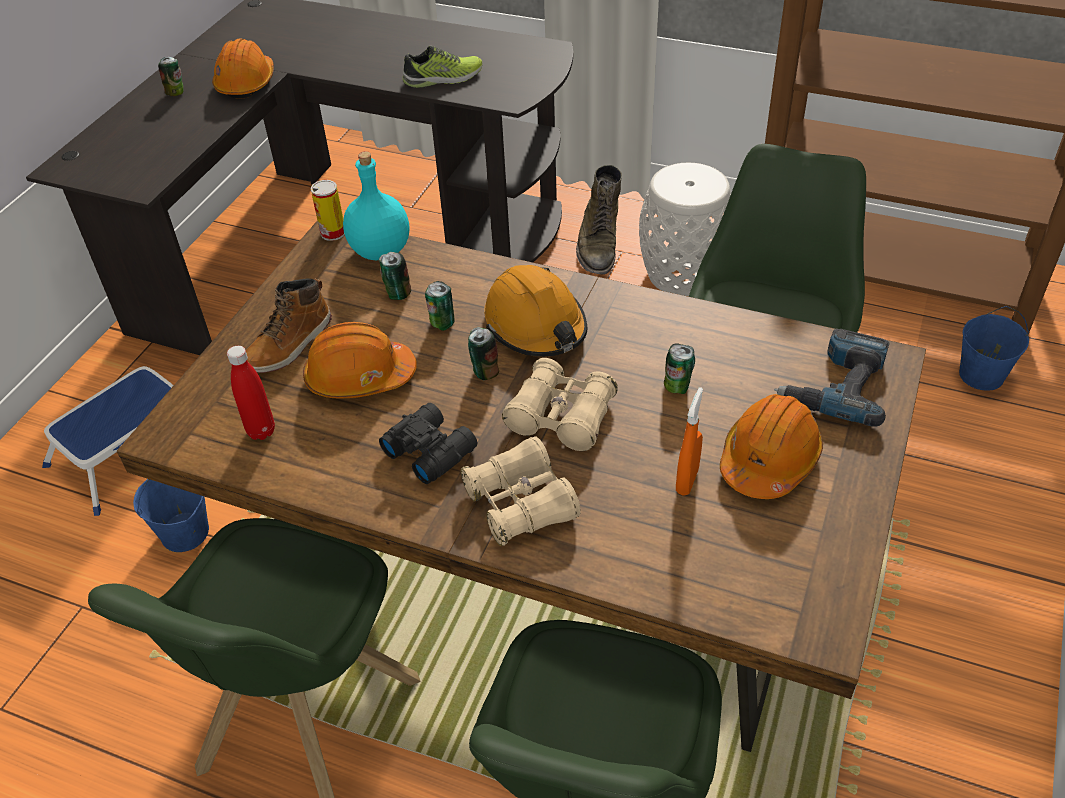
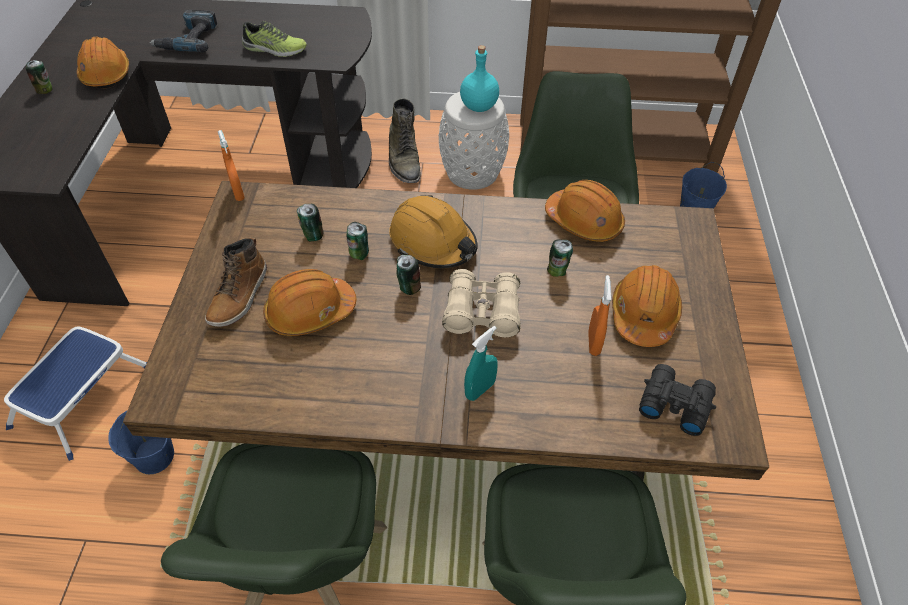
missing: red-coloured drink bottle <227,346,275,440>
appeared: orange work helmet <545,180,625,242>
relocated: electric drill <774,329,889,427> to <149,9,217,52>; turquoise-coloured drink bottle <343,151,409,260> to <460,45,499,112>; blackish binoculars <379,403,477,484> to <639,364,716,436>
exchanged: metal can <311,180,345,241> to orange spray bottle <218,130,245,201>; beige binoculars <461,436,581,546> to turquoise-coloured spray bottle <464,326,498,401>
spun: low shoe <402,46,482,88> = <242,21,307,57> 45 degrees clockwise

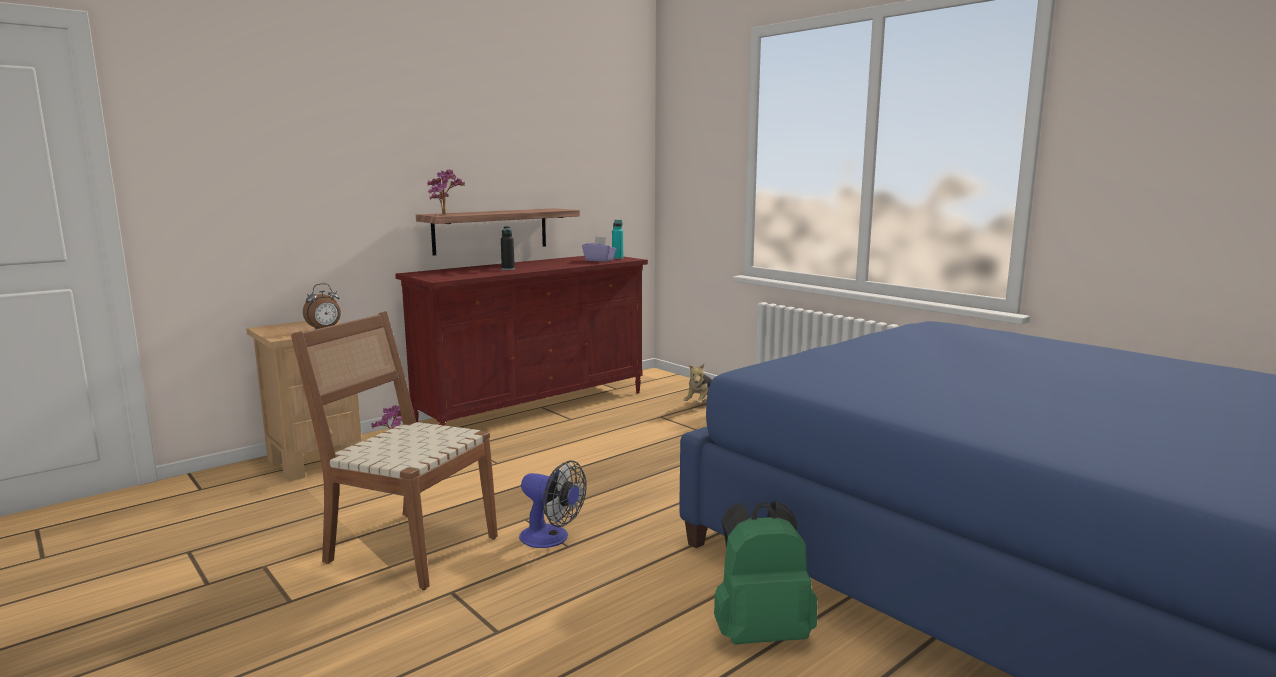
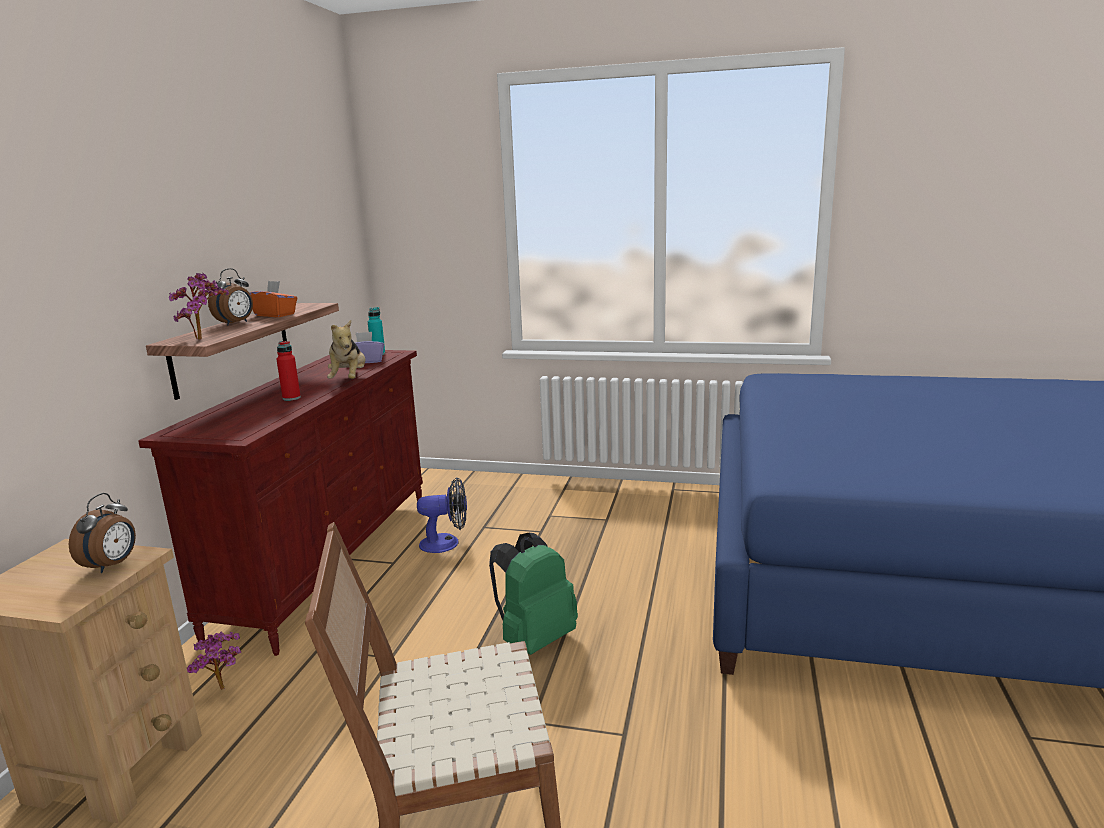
appeared: table clock <208,268,253,325>; orange box of tissues <250,281,297,317>
relocated: soft toy <683,364,712,404> to <327,320,365,379>; electric fan <519,460,587,548> to <417,478,467,553>; green-coloured knapsack <714,501,818,645> to <489,533,578,655>
colour: blackish drink bottle <501,226,515,270> to red-coloured drink bottle <276,341,301,401>

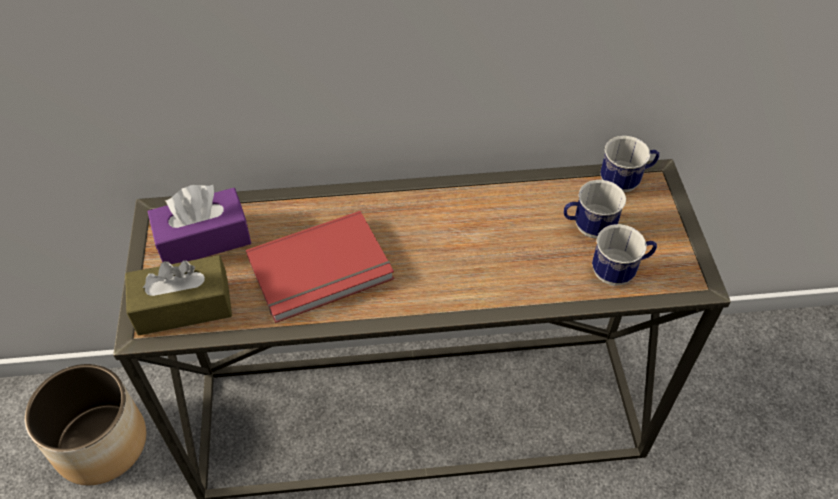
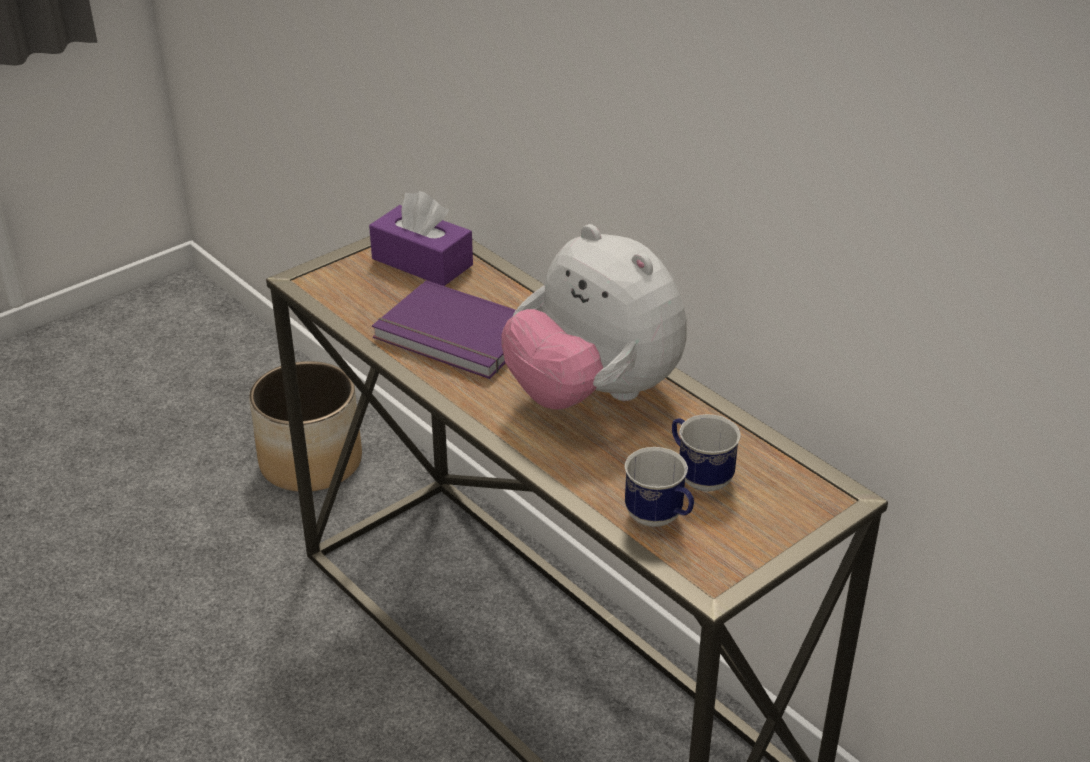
missing: brown box of tissues <125,255,232,335>; tea mug <600,136,659,192>
appeared: soft toy <502,224,687,410>
colour: red-coloured book <246,211,394,323> to purplish book <372,280,516,379>

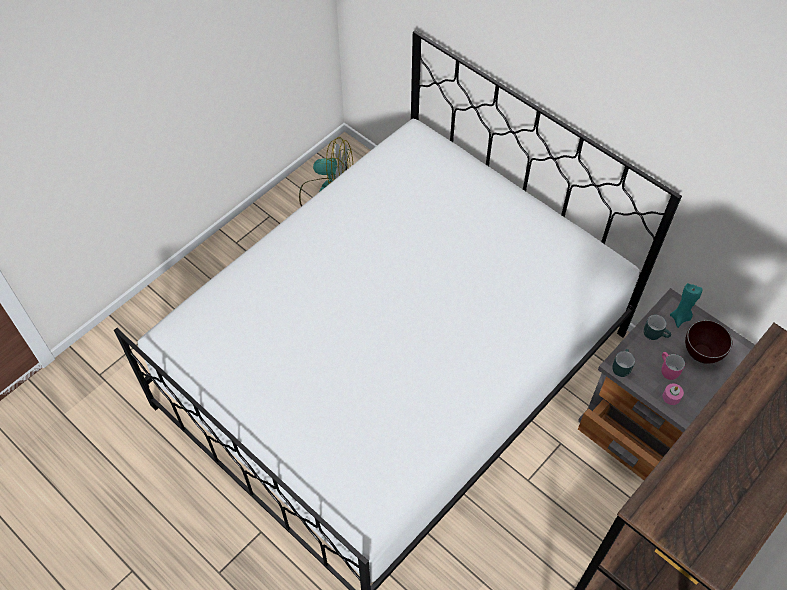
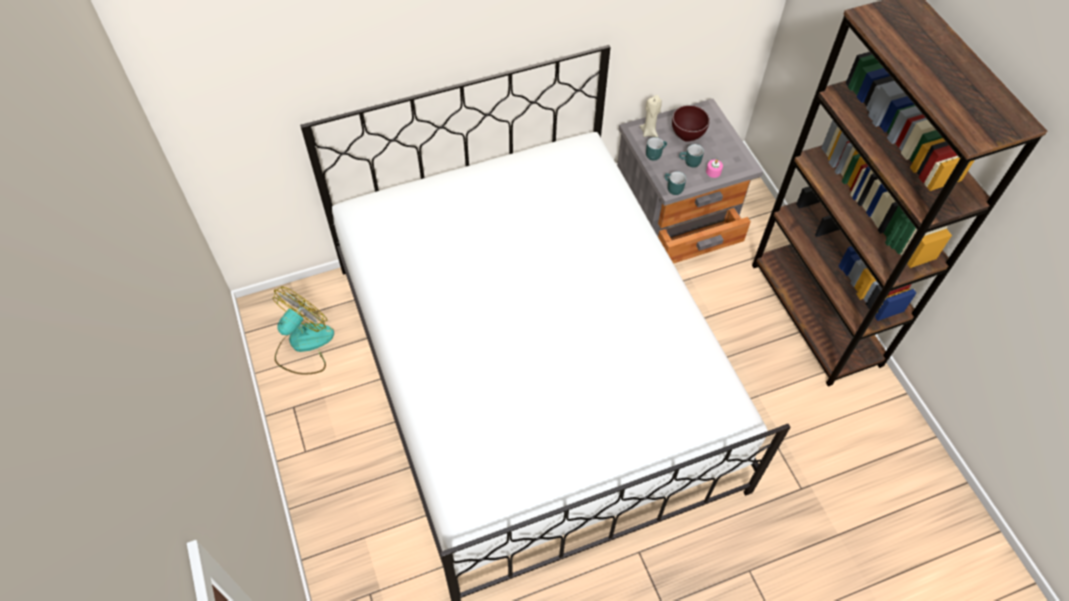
colour: turquoise-coloured wax candle <670,283,702,328> to beige wax candle <639,95,662,138>; pinkish tea mug <661,352,685,380> to turquoise-coloured tea mug <679,144,704,167>

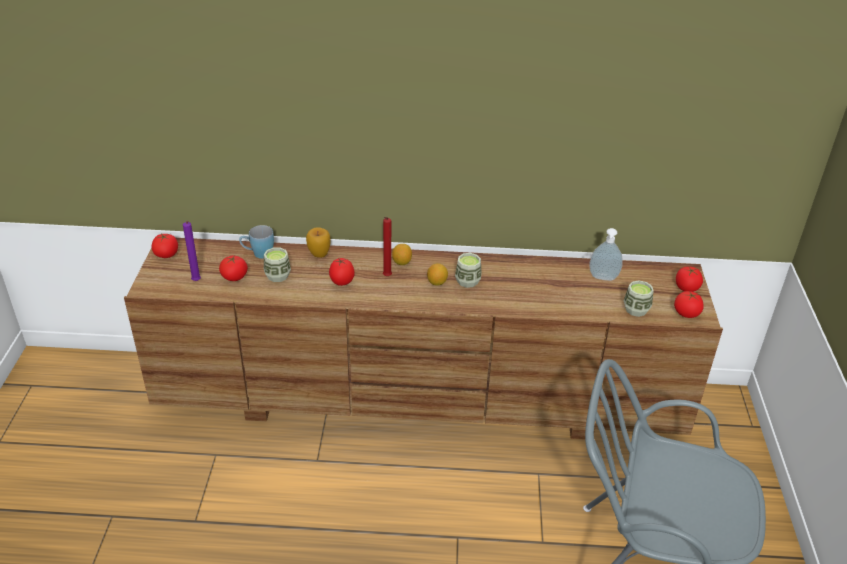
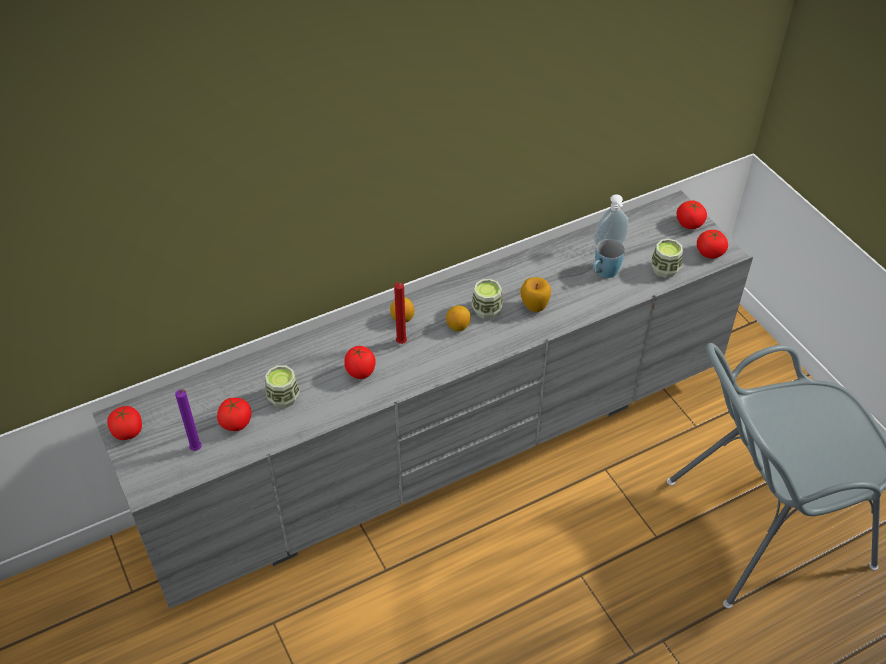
relocated: apple <306,227,331,258> to <521,277,551,312>; blue-coloured tea mug <239,225,274,259> to <593,239,625,278>
colour: brown cabinet <124,238,723,439> to greyish cabinet <92,190,753,609>

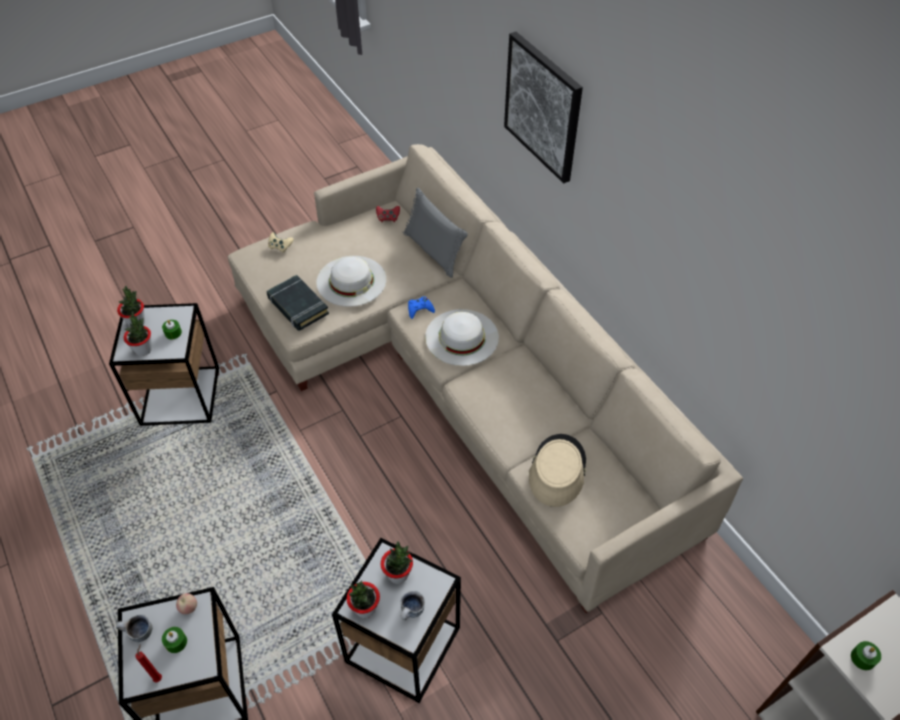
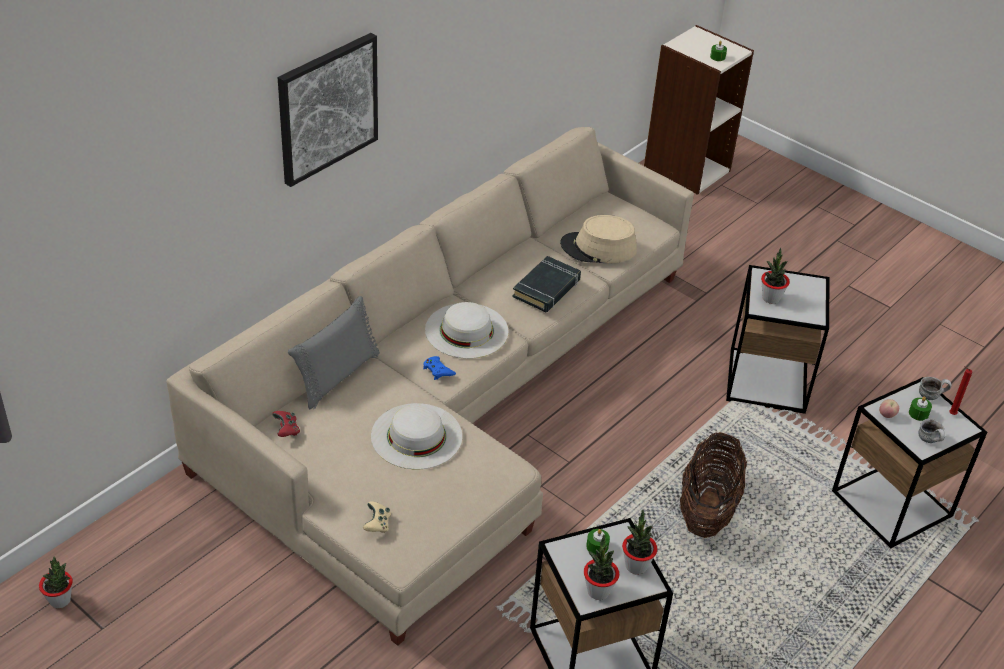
appeared: storage basket <680,432,747,538>
relocated: plant in a pot <347,581,380,618> to <39,557,73,608>; blackish book <267,275,329,331> to <513,256,581,312>; tea mug <400,591,425,620> to <919,377,951,400>

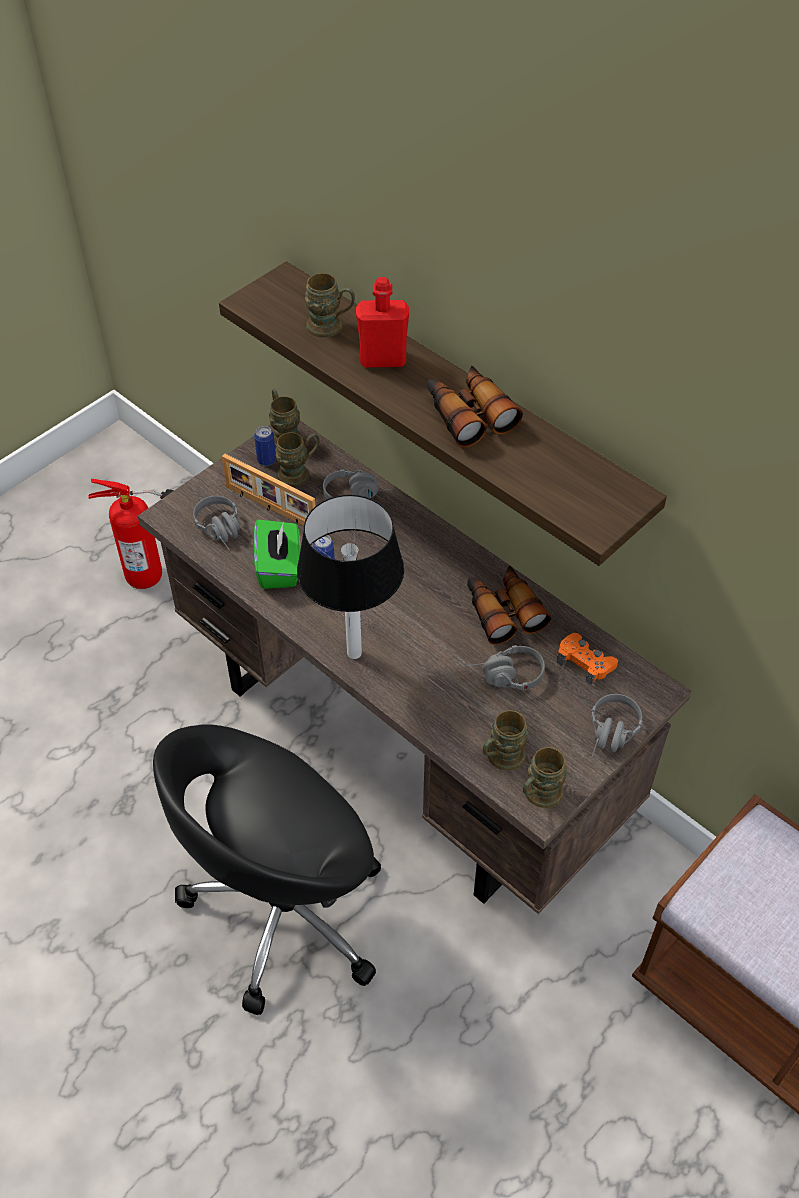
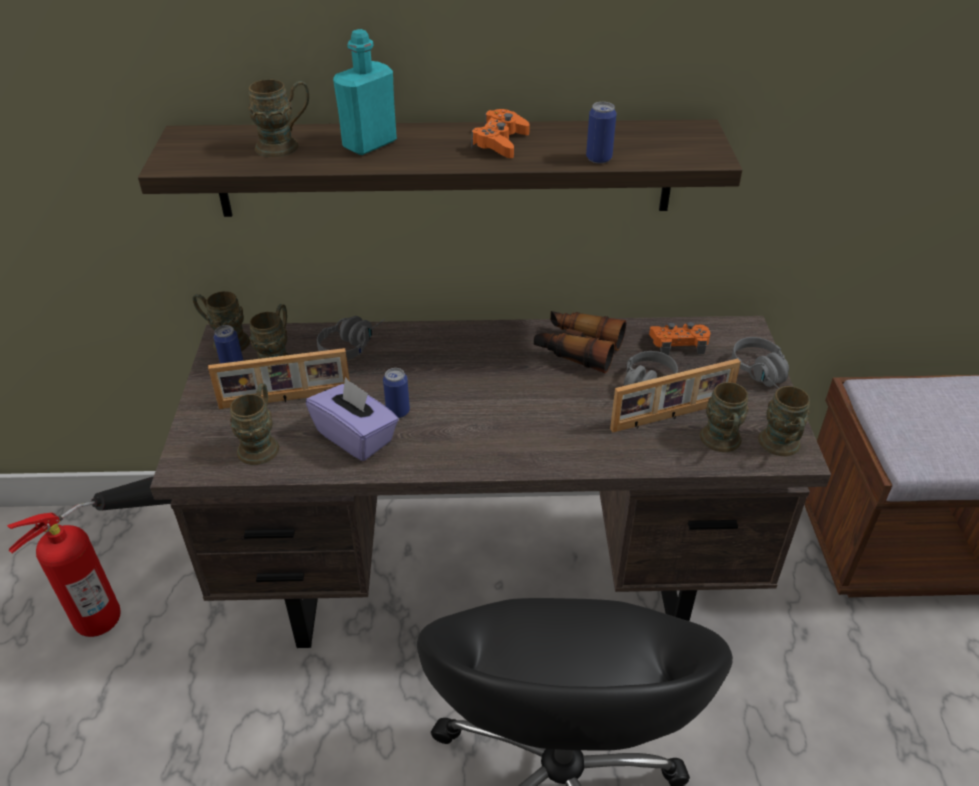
missing: lamp for a table <297,495,404,659>
appeared: metal can <586,102,616,163>; picture frame <610,359,741,432>
exchanged: greyish headphones <193,496,240,550> to brown tea mug <230,383,279,465>; binoculars <427,366,523,447> to orange gamepad <471,109,530,158>
colour: green-coloured box of tissues <254,519,301,589> to purplish box of tissues <306,377,399,461>; red-coloured drink bottle <356,277,409,368> to turquoise-coloured drink bottle <333,29,397,155>

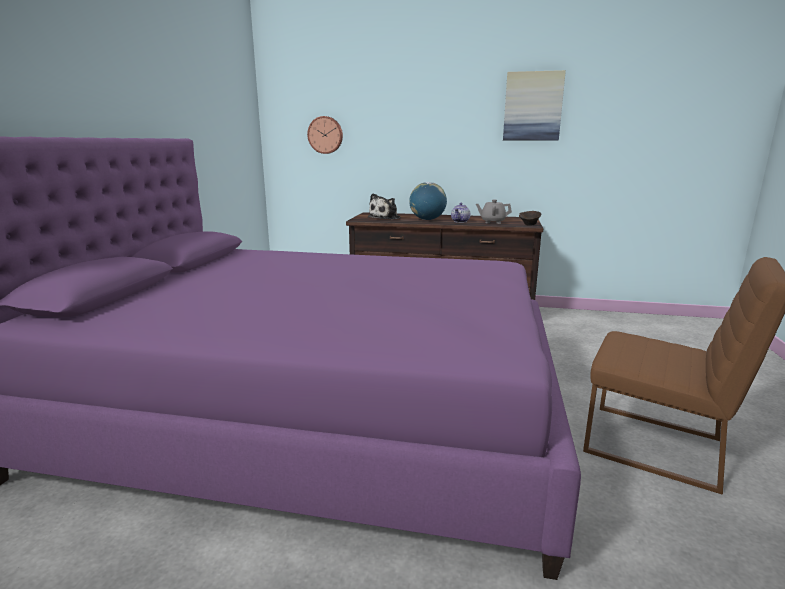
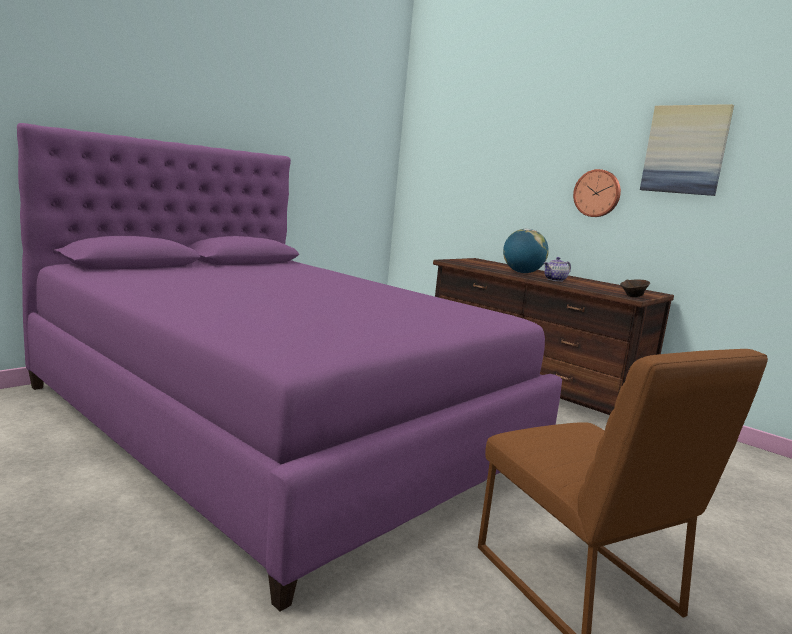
missing: soft toy <368,193,400,220>; greyish tea pot <476,200,512,224>
relocated: hanging clock <307,116,343,154> to <573,169,621,217>

